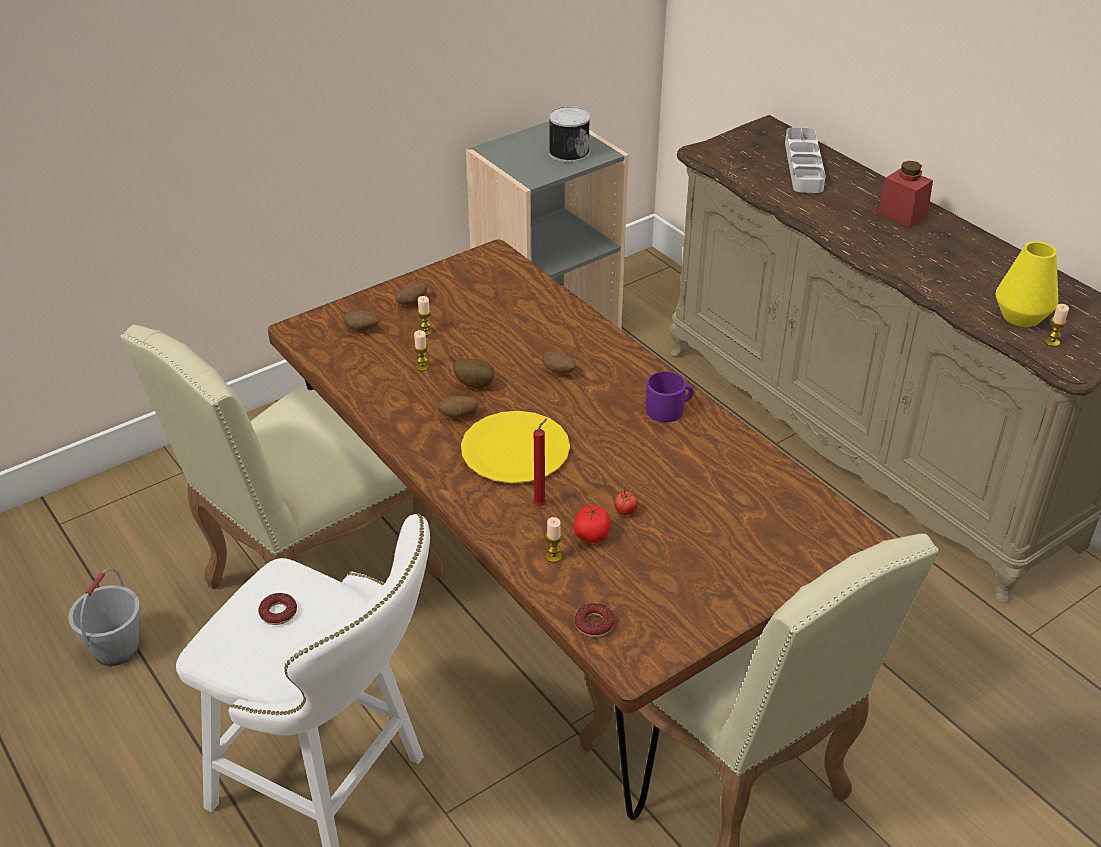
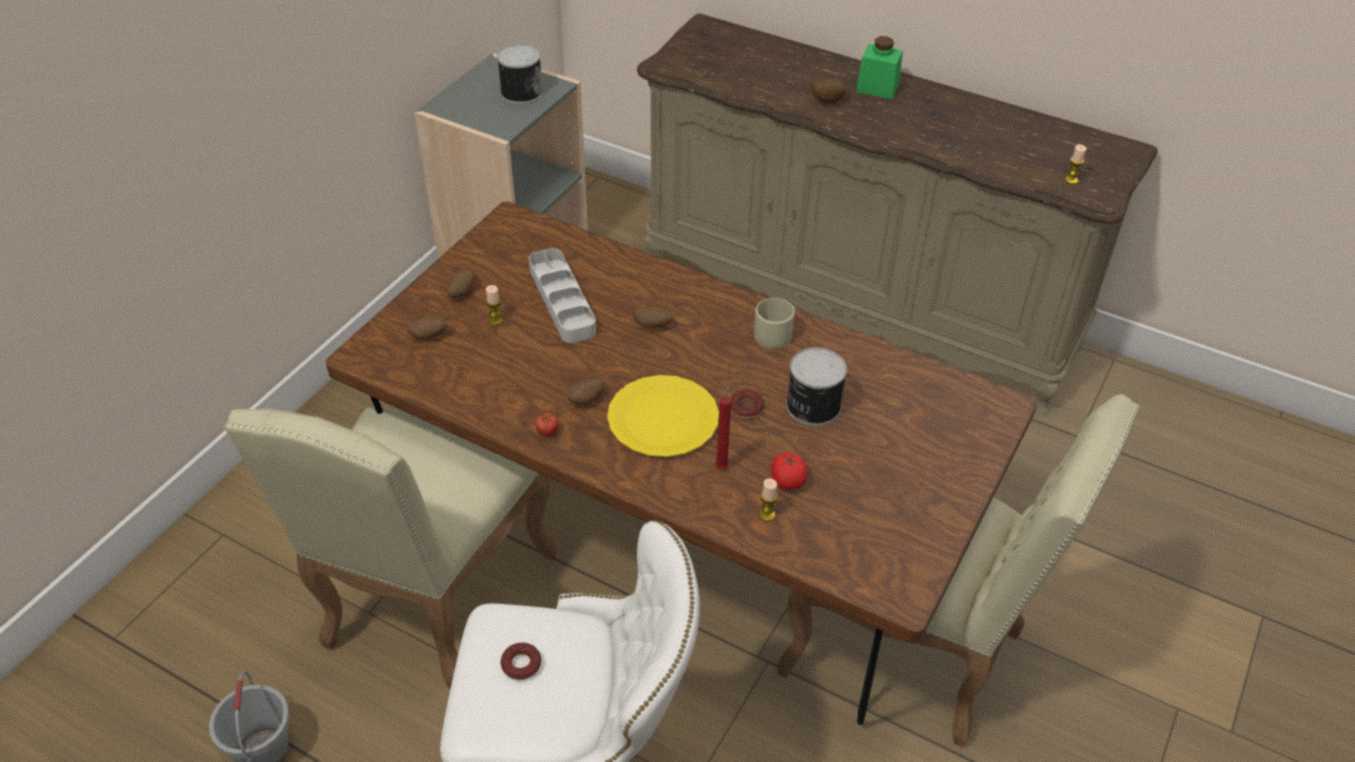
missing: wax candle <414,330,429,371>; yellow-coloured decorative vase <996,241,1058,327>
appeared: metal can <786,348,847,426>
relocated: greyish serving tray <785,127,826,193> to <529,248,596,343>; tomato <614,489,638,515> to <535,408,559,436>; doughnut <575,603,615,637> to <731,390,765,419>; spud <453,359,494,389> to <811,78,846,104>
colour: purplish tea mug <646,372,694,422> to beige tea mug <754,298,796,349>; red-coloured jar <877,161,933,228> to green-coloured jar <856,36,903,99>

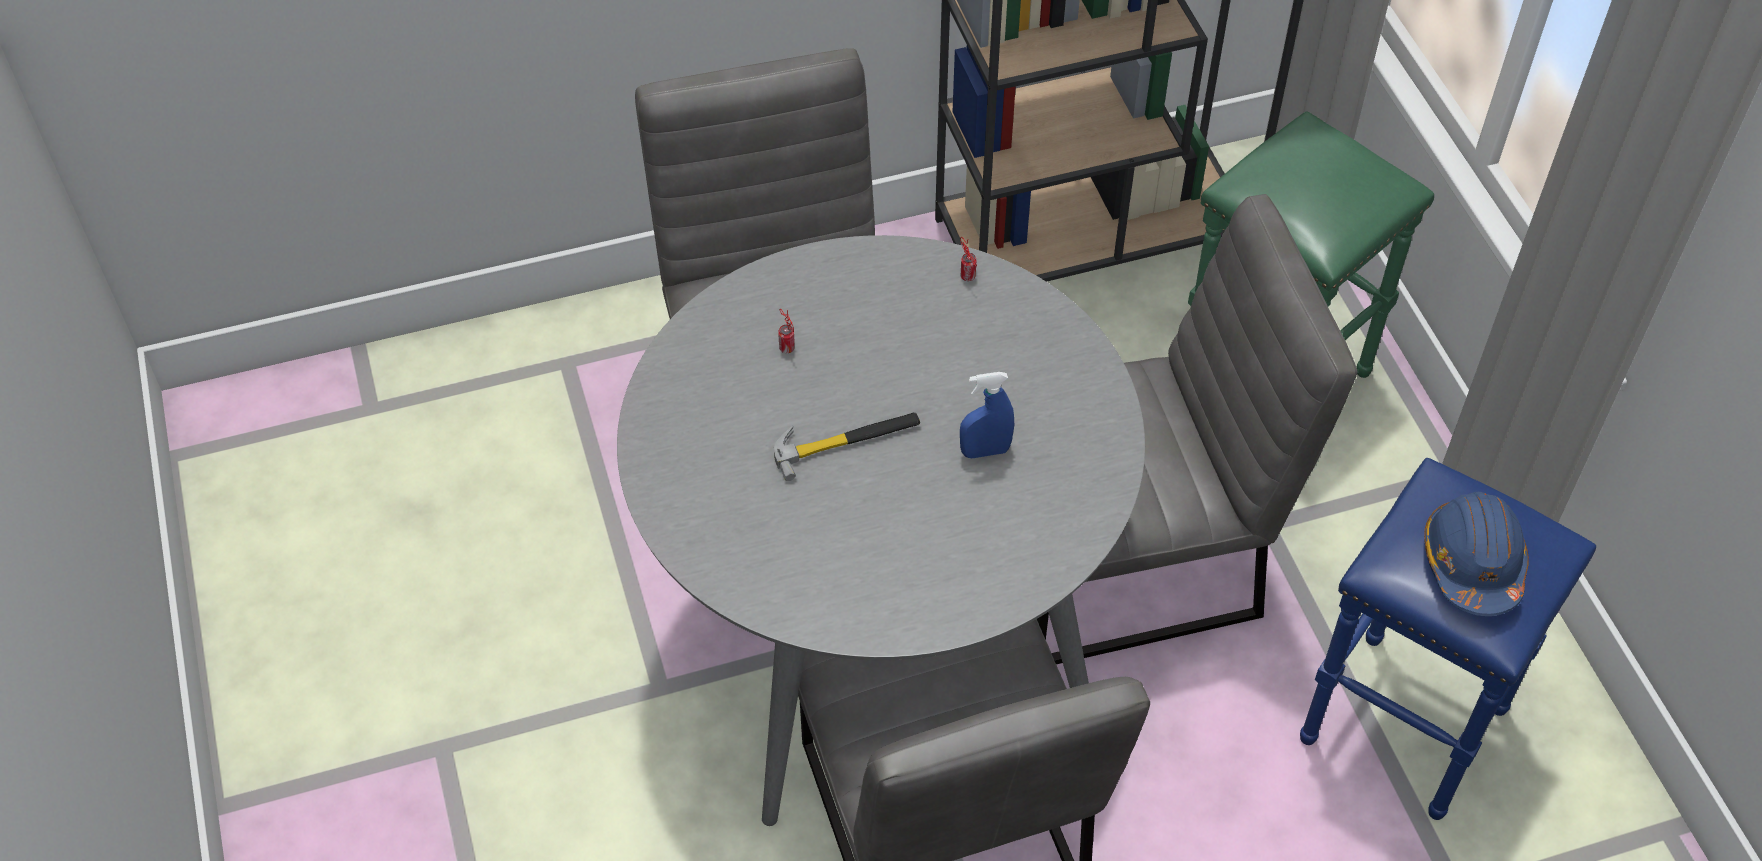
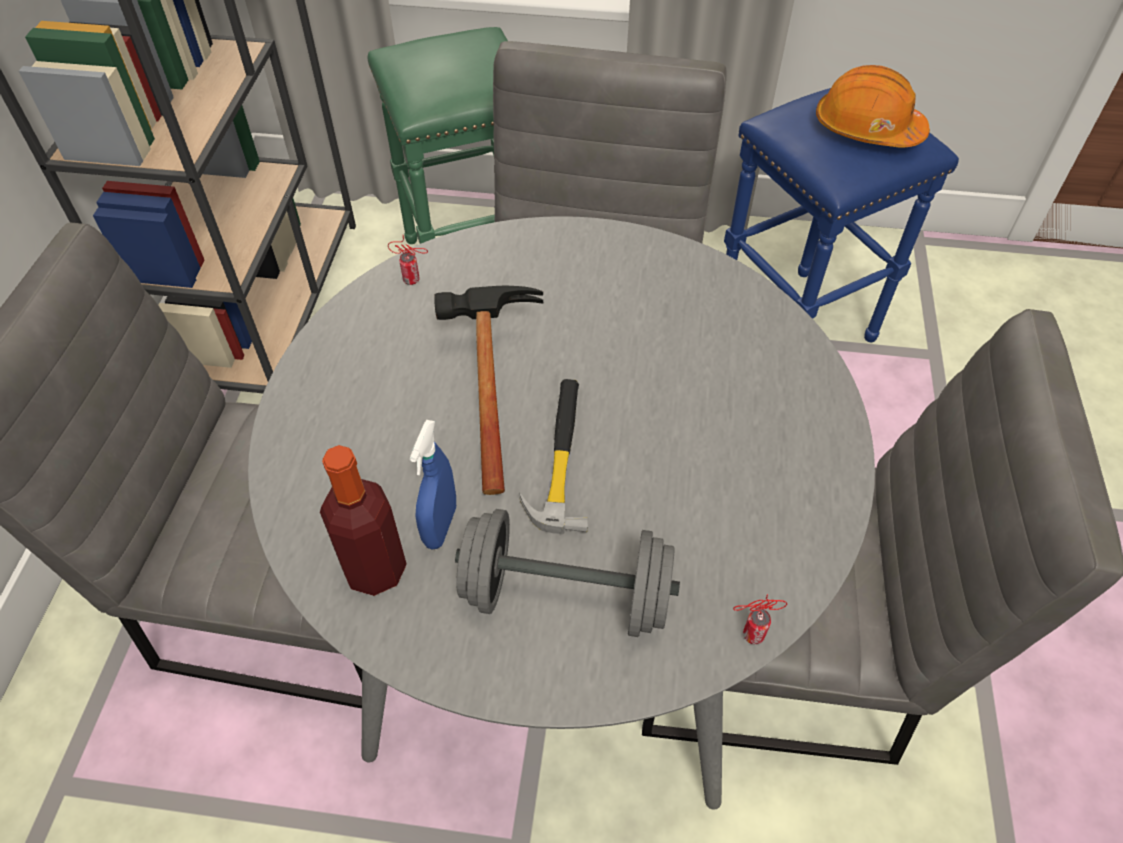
appeared: drink bottle <320,445,407,596>; hammer <434,286,543,495>; greyish dumbbell <455,509,680,637>
relocated: blue-coloured spray bottle <960,372,1014,458> to <410,420,456,550>; metal can <778,309,795,353> to <733,594,787,644>
colour: blue-coloured work helmet <1424,492,1529,616> to orange work helmet <816,65,930,147>

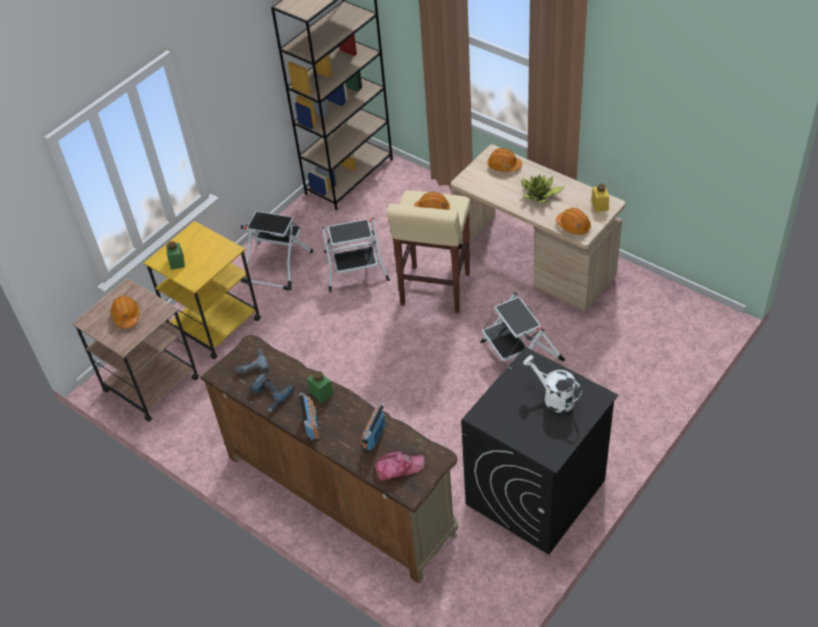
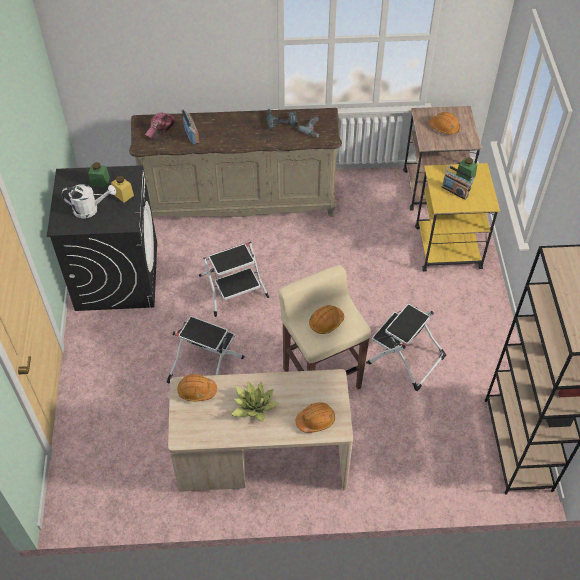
relocated: green-coloured jar <307,371,334,403> to <88,162,110,187>; yellow-coloured jar <591,184,609,212> to <111,175,134,203>; stepladder <241,211,314,291> to <199,242,269,317>; radio <299,393,320,441> to <442,165,474,200>

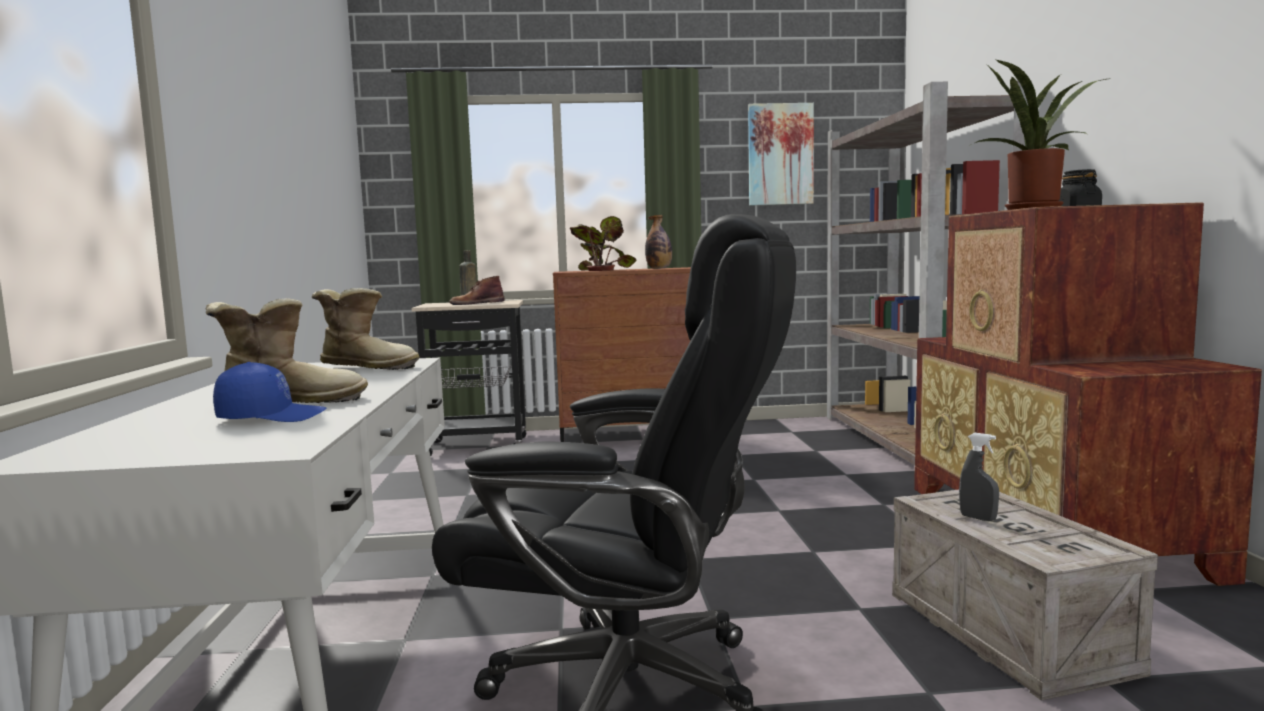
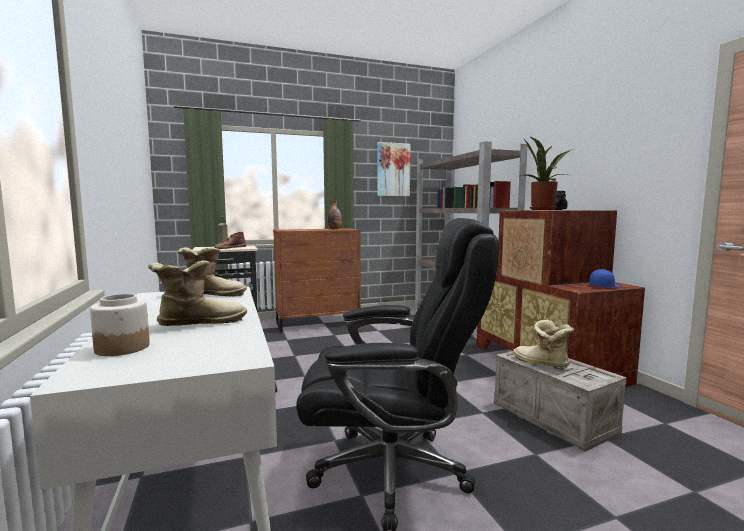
missing: plant in a pot <570,216,637,271>
appeared: jar <90,294,150,356>
relocated: blue-coloured cap <213,362,326,422> to <589,269,620,288>
exchanged: greyish spray bottle <959,433,999,521> to tall boot <513,320,574,367>

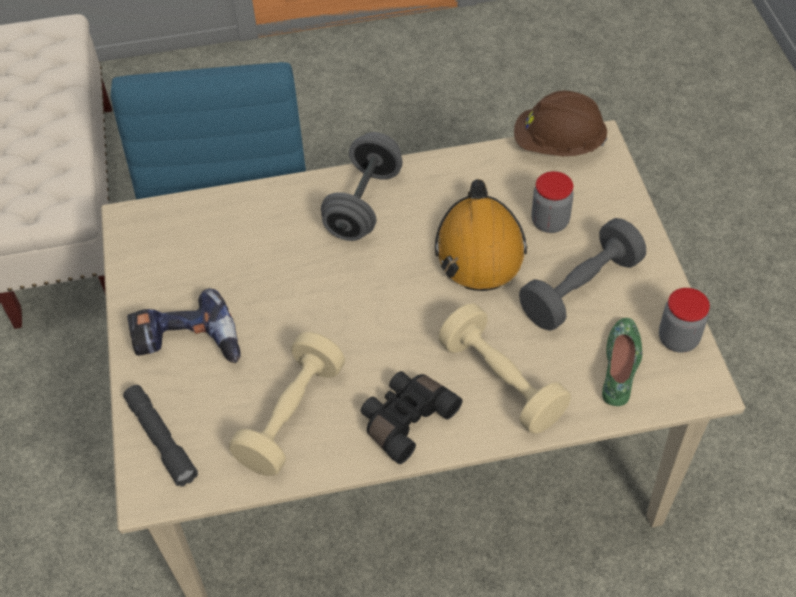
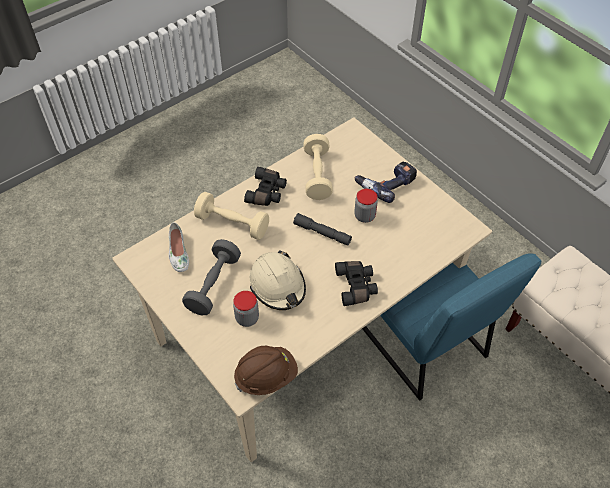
relocated: greyish hand torch <123,385,198,487> to <293,213,352,246>; jar <659,288,710,353> to <354,189,378,223>
exchanged: greyish dumbbell <321,132,403,241> to blackish binoculars <335,261,378,306>
colour: green-coloured low shoe <602,318,642,406> to white low shoe <169,222,189,272>; orange work helmet <435,179,527,291> to beige work helmet <250,250,306,310>

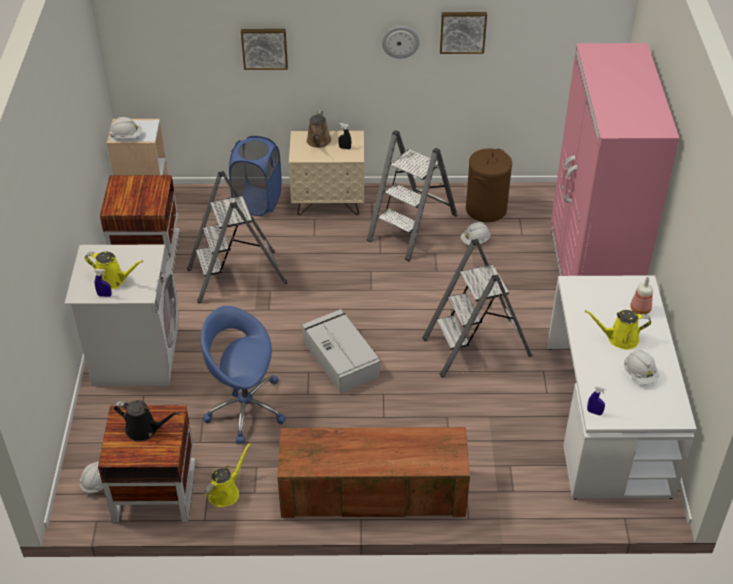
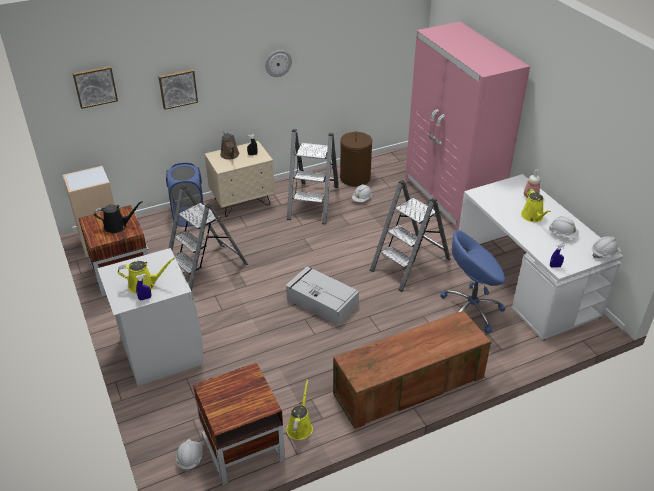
relocated: wall art <440,12,487,54> to <72,66,118,109>; blackish sprinkling can <114,400,179,442> to <94,201,143,234>; blue-coloured desk chair <201,306,286,444> to <440,230,505,333>; white work helmet <110,117,142,138> to <592,237,621,258>
spun: yellow-coloured sprinkling can <585,310,651,350> = <521,189,551,222> 75 degrees counterclockwise

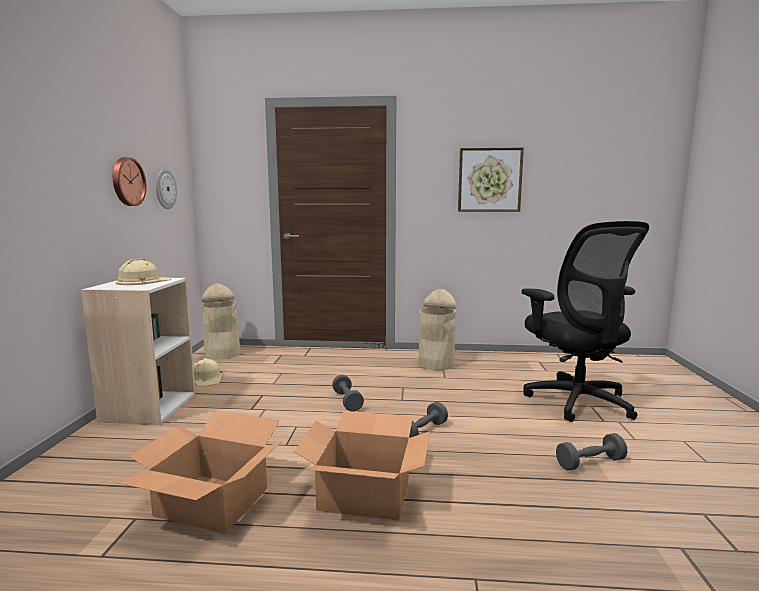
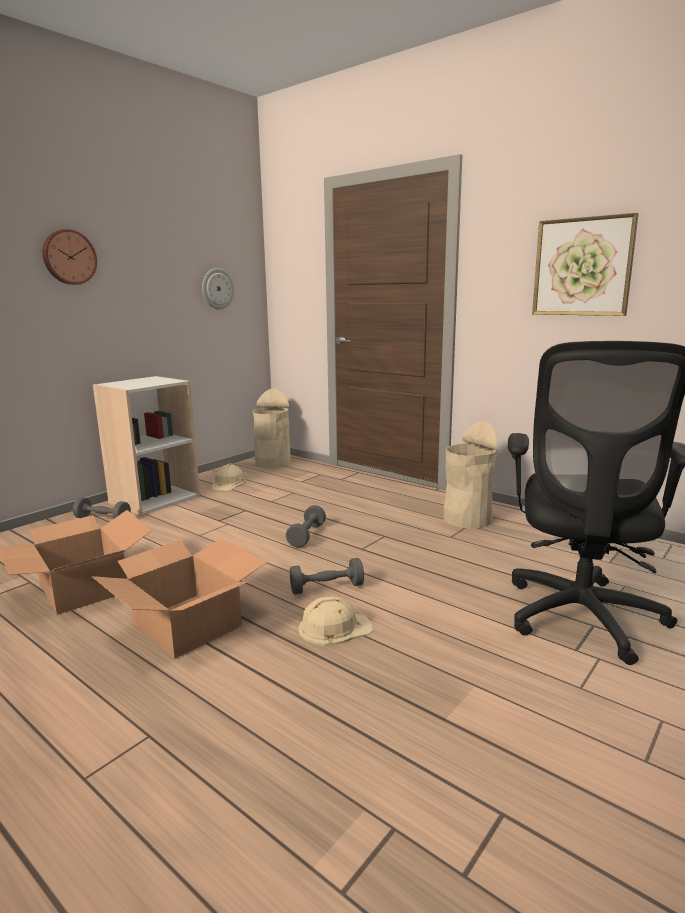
relocated: hanging clock <113,157,147,206> to <42,229,97,285>; greyish dumbbell <556,433,627,471> to <73,497,131,519>; beige work helmet <116,259,171,285> to <299,597,373,646>

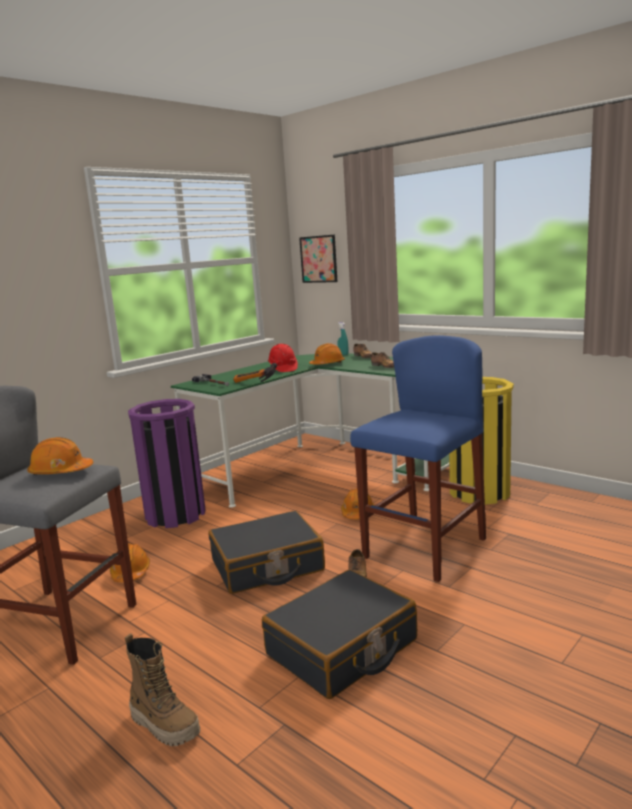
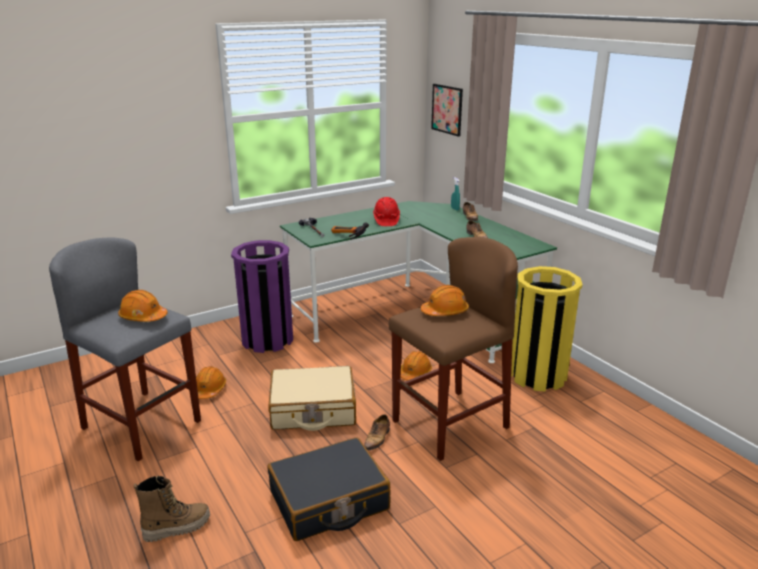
relocated: orange work helmet <309,343,345,365> to <421,285,469,316>
colour: blackish travel case <208,511,325,594> to beige travel case <268,366,356,431>; blue-coloured stool <350,335,486,582> to brown stool <389,237,518,461>
spun: tall boot <125,633,200,746> = <134,475,210,542> 75 degrees counterclockwise

